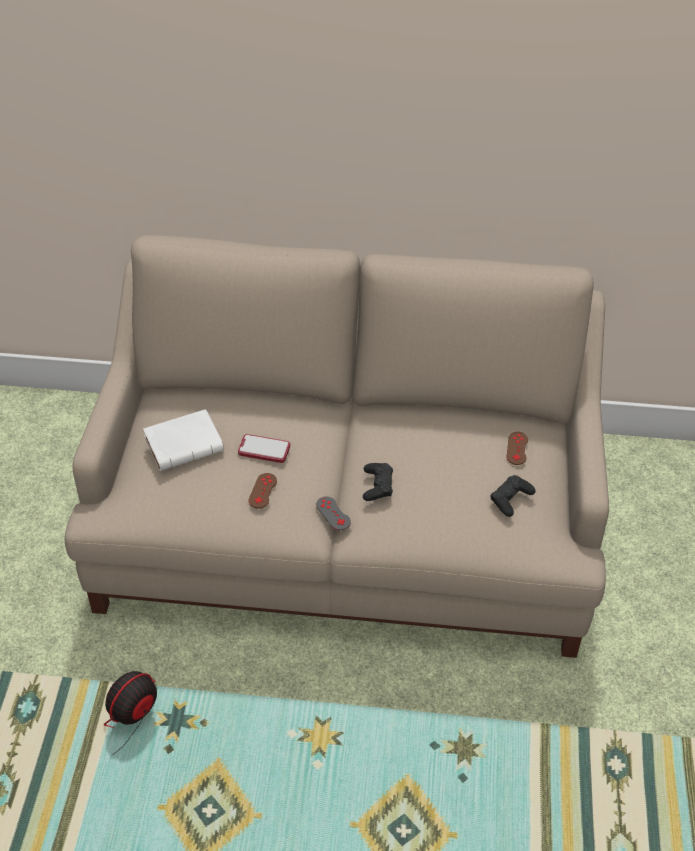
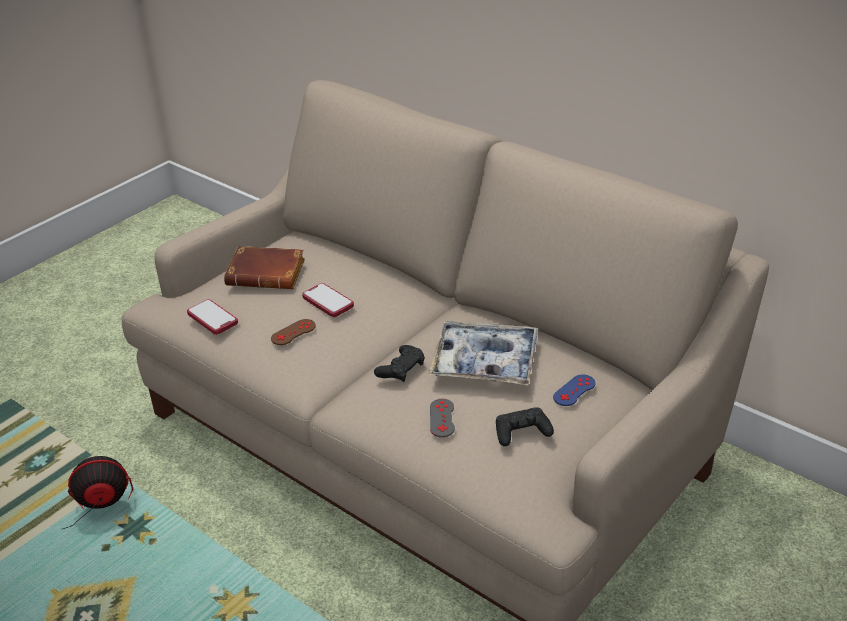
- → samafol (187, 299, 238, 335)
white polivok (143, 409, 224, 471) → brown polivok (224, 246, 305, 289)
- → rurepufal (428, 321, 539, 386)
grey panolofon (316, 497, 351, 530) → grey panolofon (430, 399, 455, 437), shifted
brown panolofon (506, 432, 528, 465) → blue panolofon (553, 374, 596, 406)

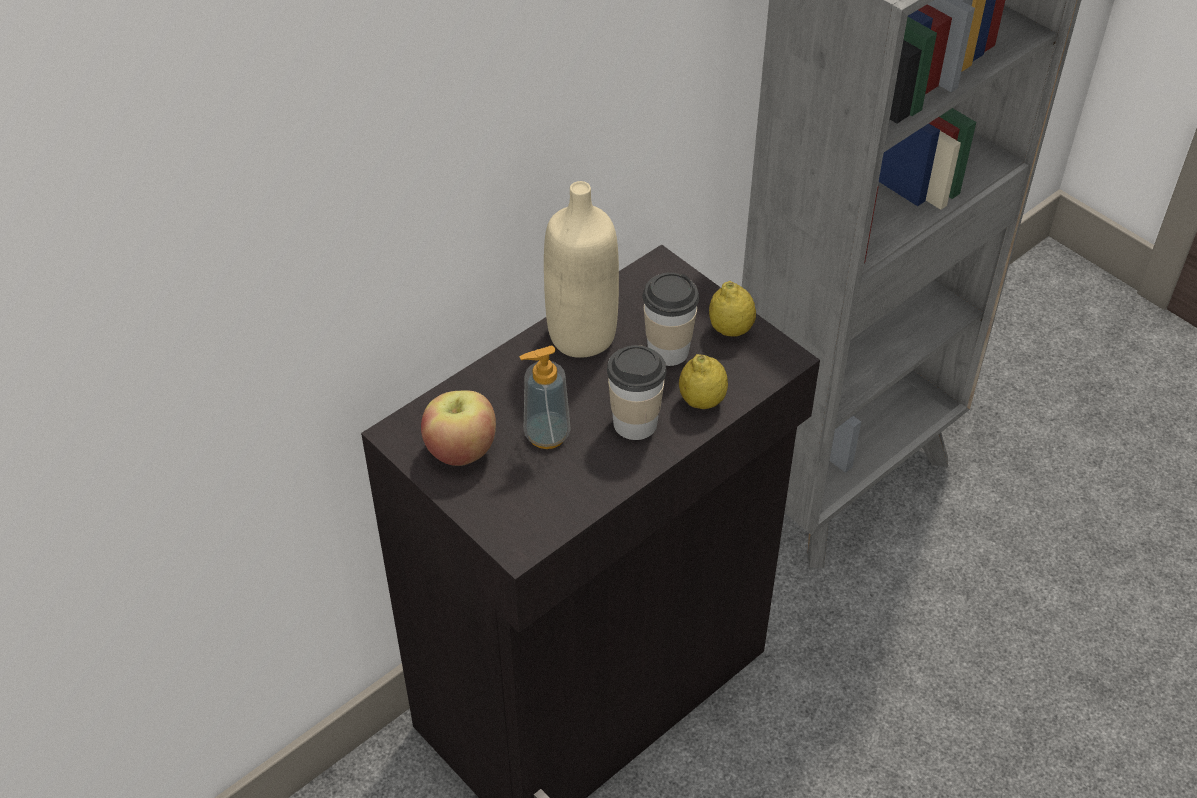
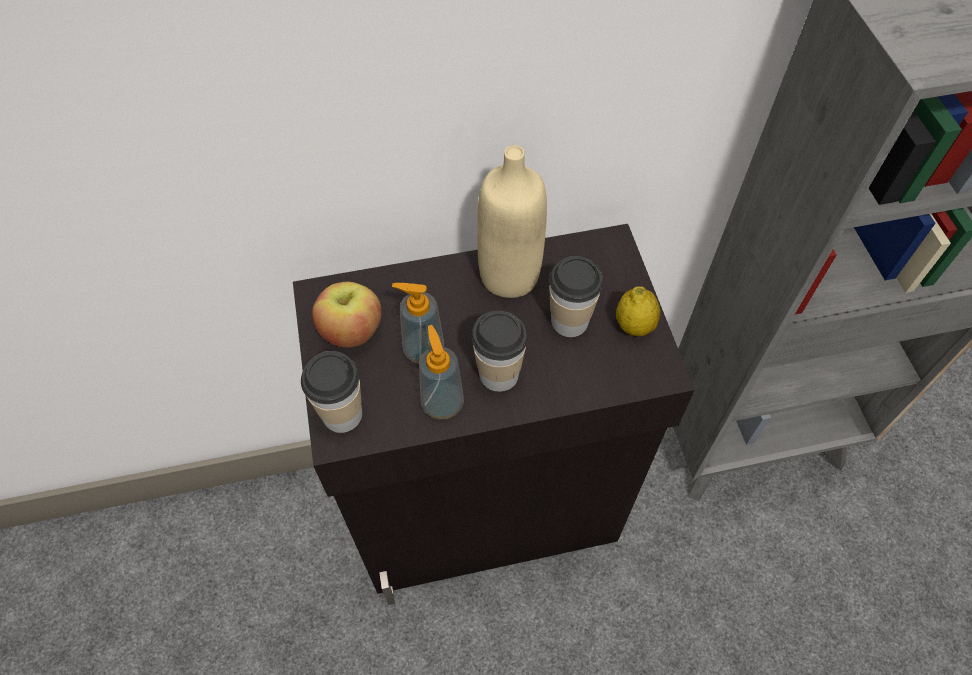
- → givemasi (301, 351, 362, 433)
- → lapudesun (419, 325, 464, 419)
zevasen (679, 354, 728, 409) → -

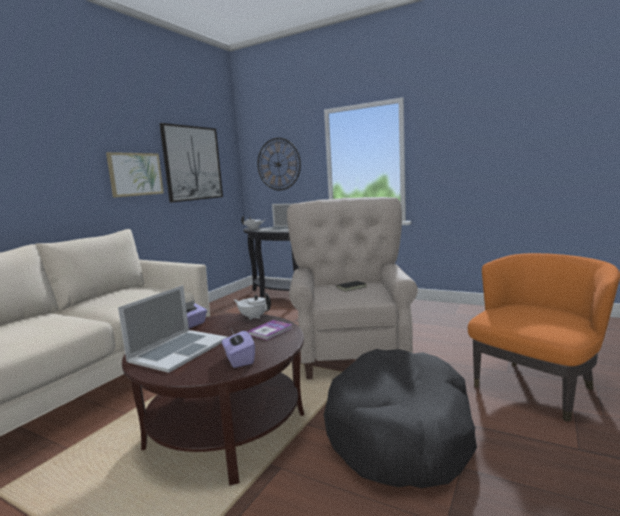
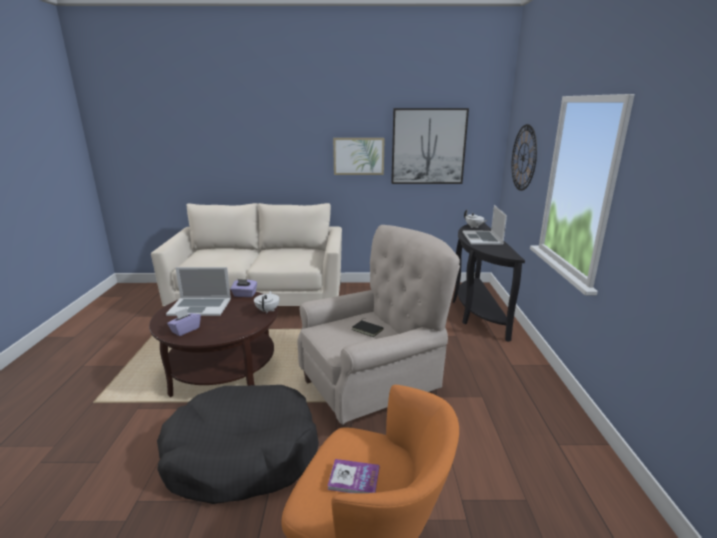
polivok (247, 320, 292, 340) → polivok (327, 459, 379, 493), shifted

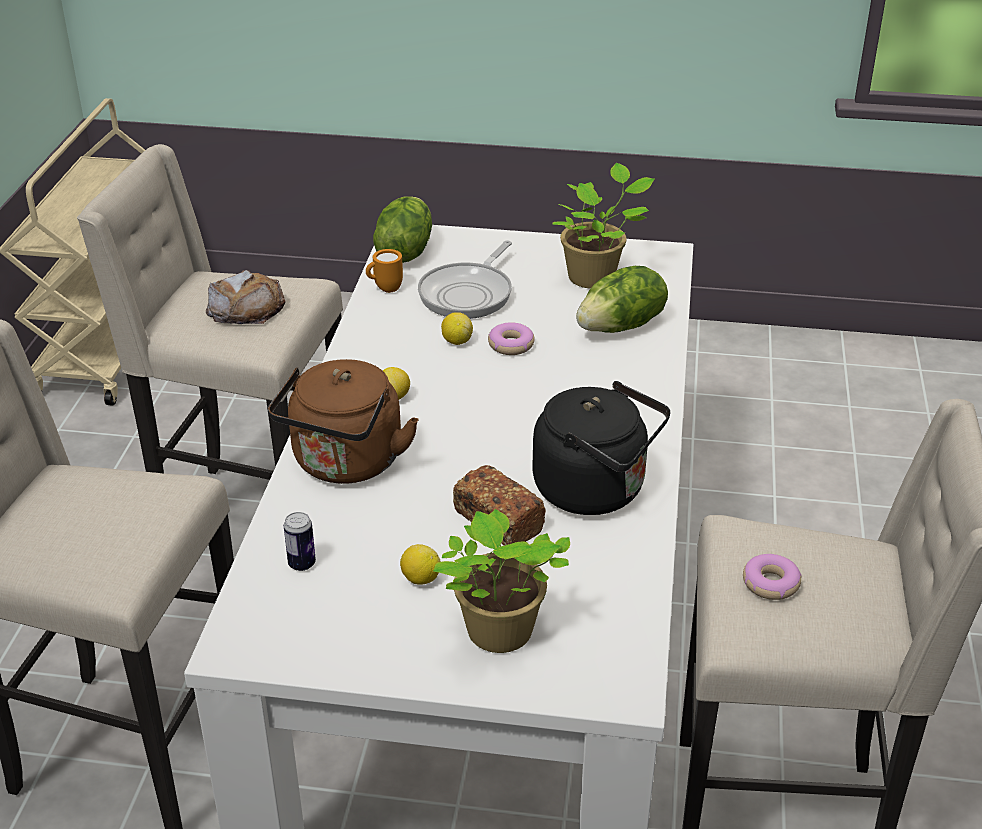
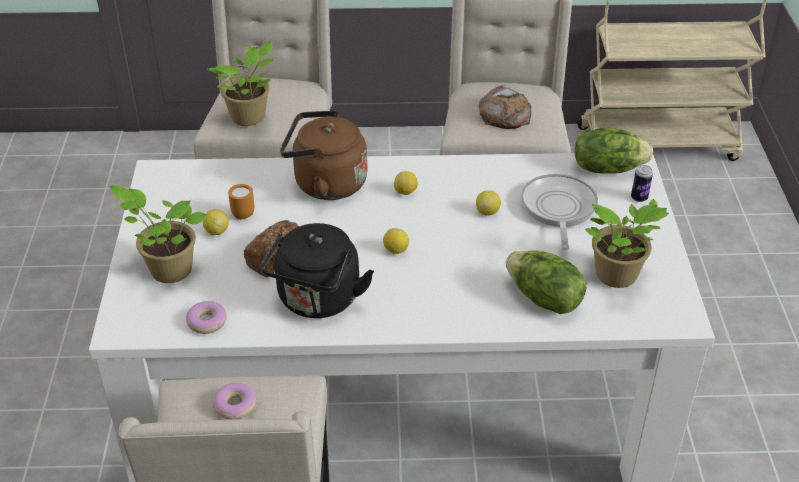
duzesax (488, 322, 535, 355) → duzesax (186, 301, 227, 334), shifted
- → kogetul (208, 41, 274, 126)
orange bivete (366, 249, 403, 293) → orange bivete (228, 184, 254, 220), shifted
- → zevasen (383, 228, 409, 254)
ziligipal (418, 240, 512, 319) → ziligipal (521, 174, 598, 250), 75 degrees clockwise
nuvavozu (284, 512, 316, 571) → nuvavozu (631, 165, 653, 202), shifted

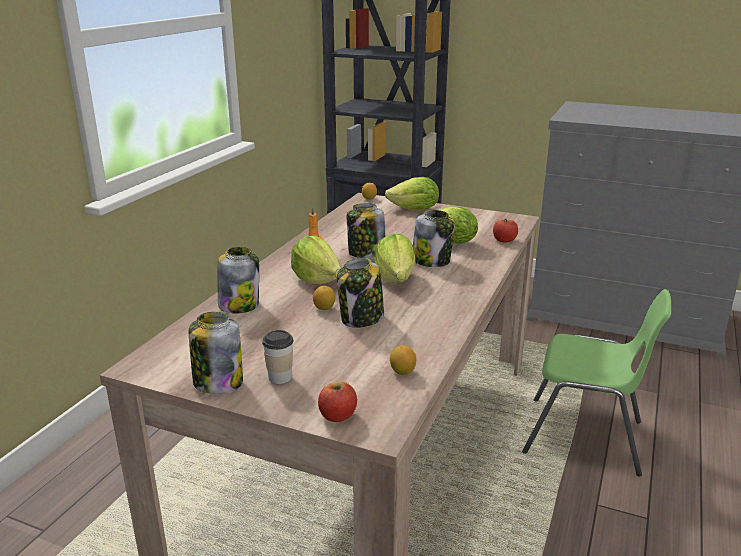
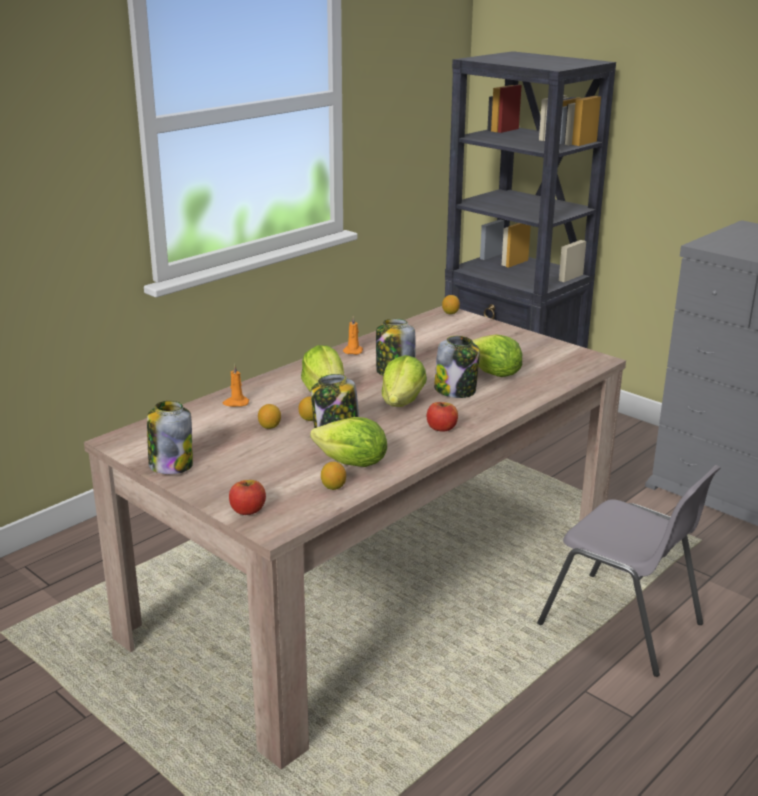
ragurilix (218, 247, 259, 314) → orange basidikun (223, 364, 249, 407)
- → zevasen (258, 404, 281, 429)
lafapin (385, 177, 439, 210) → lafapin (310, 417, 387, 467), shifted
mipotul (493, 219, 518, 243) → mipotul (427, 402, 458, 432), shifted
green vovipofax (522, 289, 671, 476) → grey vovipofax (537, 465, 721, 677)
givemasi (262, 330, 293, 384) → -

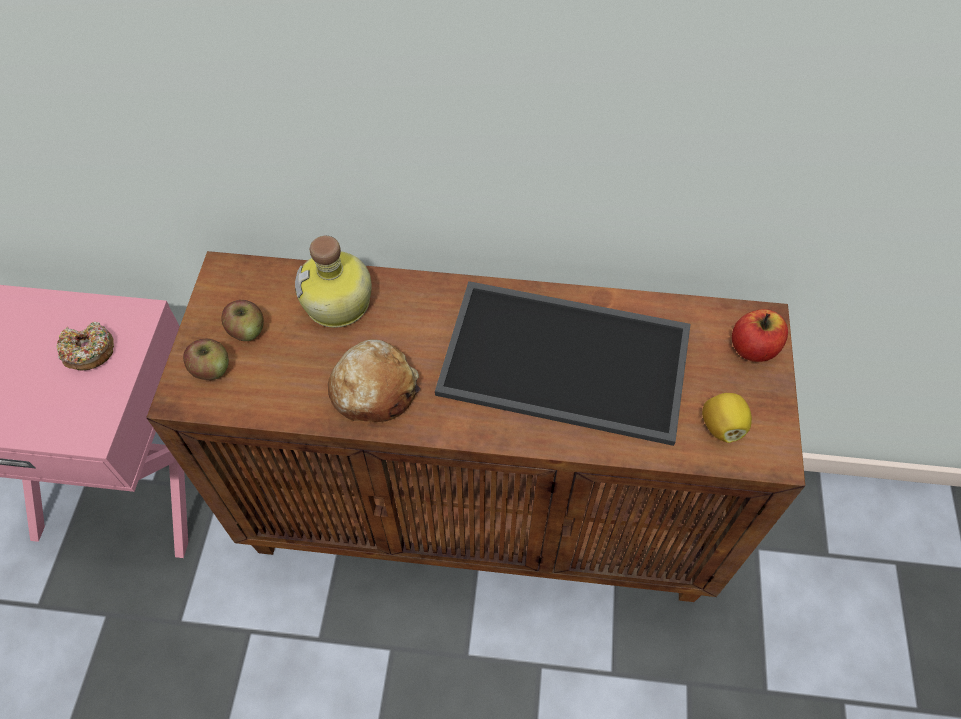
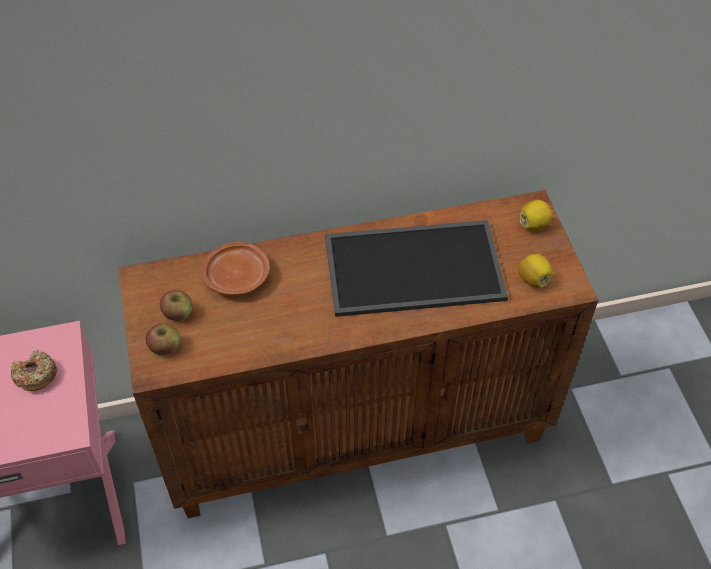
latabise (295, 236, 372, 328) → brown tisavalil (201, 242, 270, 295)
mipotul (732, 309, 788, 362) → zevasen (519, 200, 553, 231)
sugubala (328, 339, 420, 422) → -

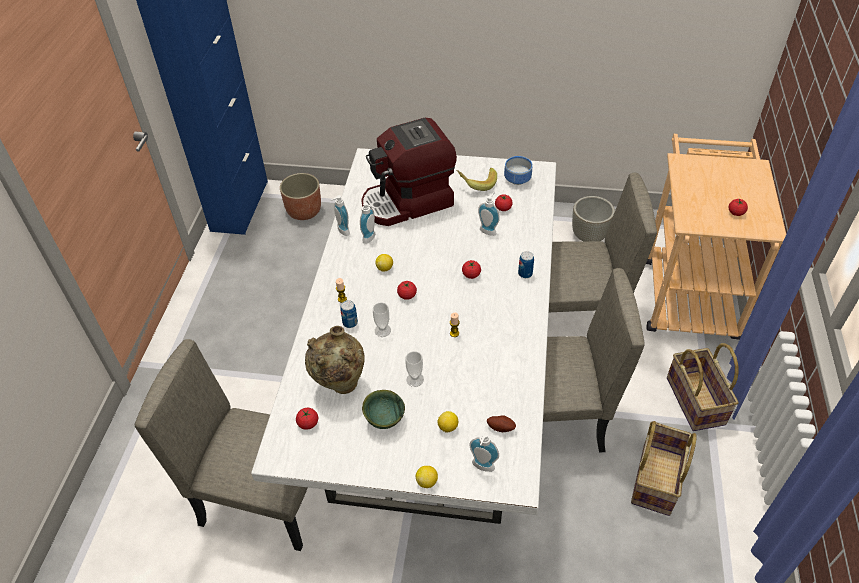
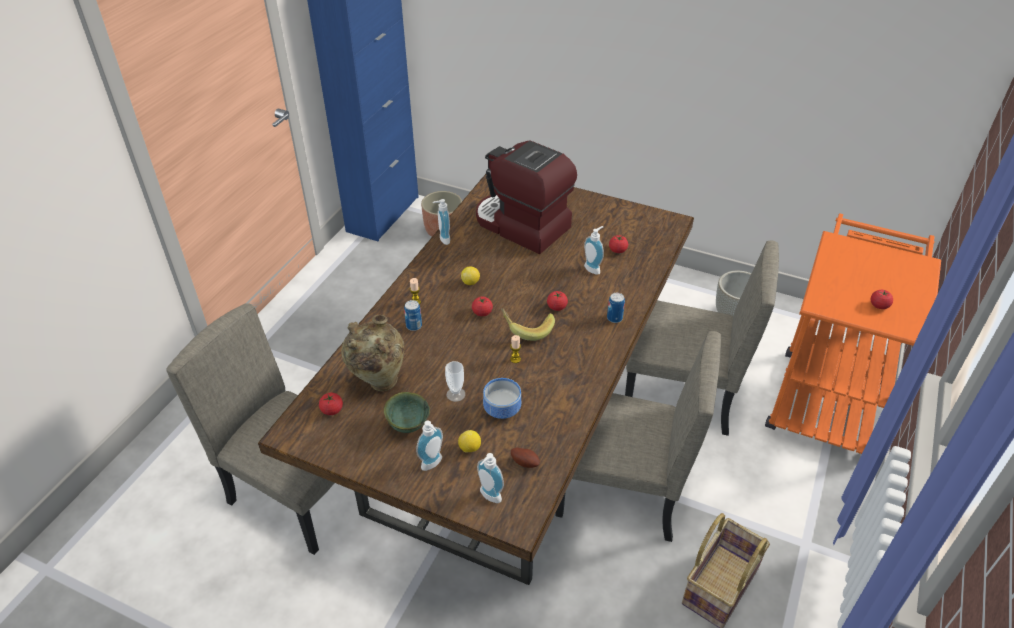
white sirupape (251, 148, 556, 524) → brown sirupape (258, 174, 694, 585)
lapudesun (360, 202, 375, 244) → lapudesun (416, 421, 443, 471), shifted
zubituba (362, 118, 457, 226) → zubituba (476, 141, 577, 254), 45 degrees clockwise
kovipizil (504, 156, 532, 185) → kovipizil (483, 378, 521, 419), shifted
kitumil (456, 168, 497, 191) → kitumil (501, 308, 555, 341), shifted
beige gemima (646, 134, 786, 340) → orange gemima (765, 213, 941, 454)
givemasi (373, 302, 391, 337) → -
zevasen (416, 466, 438, 488) → -
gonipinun (667, 343, 739, 431) → -

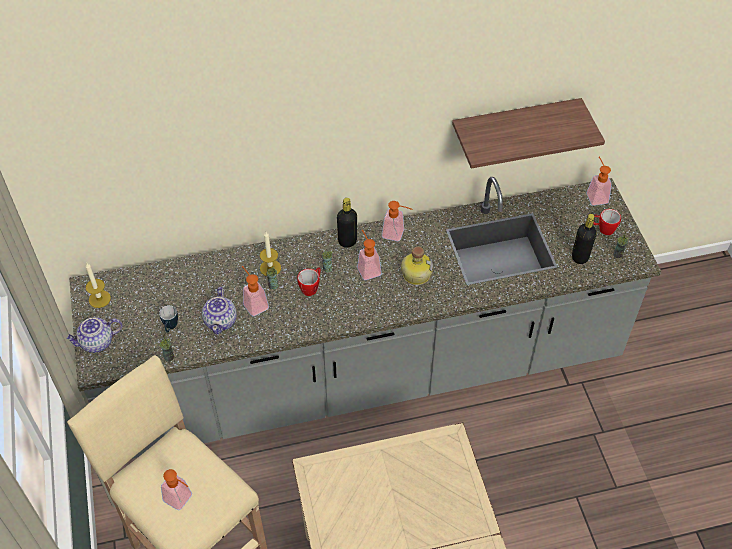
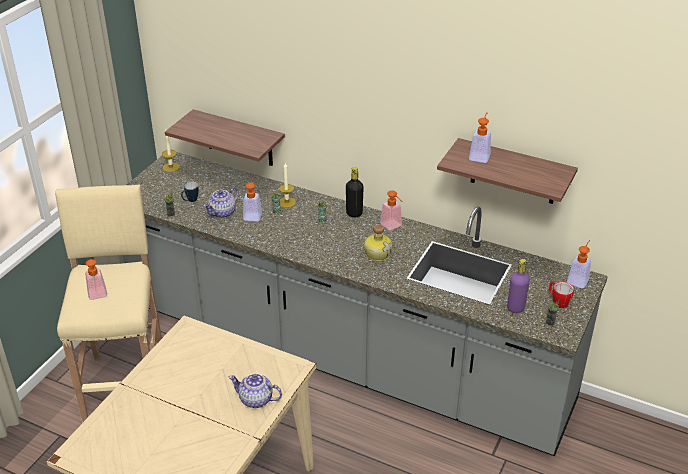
- → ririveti (165, 109, 285, 166)
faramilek (66, 317, 122, 353) → faramilek (228, 373, 282, 408), shifted
lapudesun (357, 230, 381, 280) → lapudesun (469, 112, 491, 163), shifted
black latabise (572, 214, 597, 264) → purple latabise (507, 259, 530, 313)
bivete (297, 267, 320, 296) → -

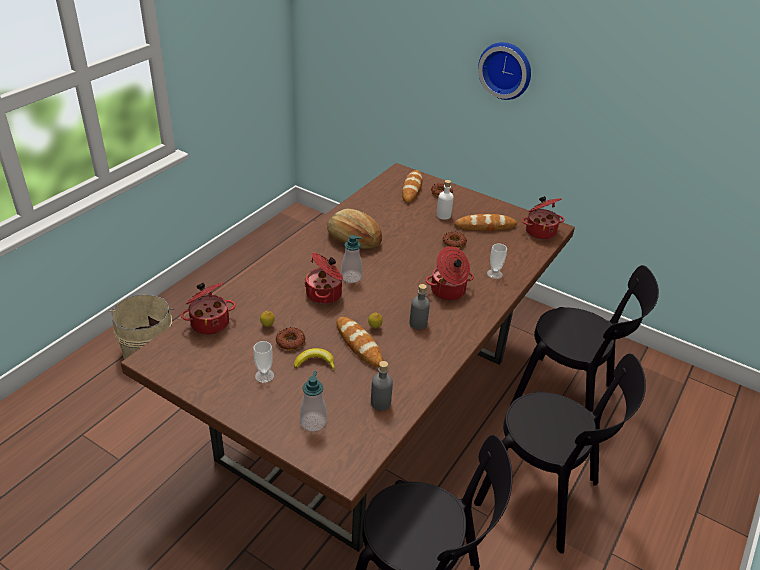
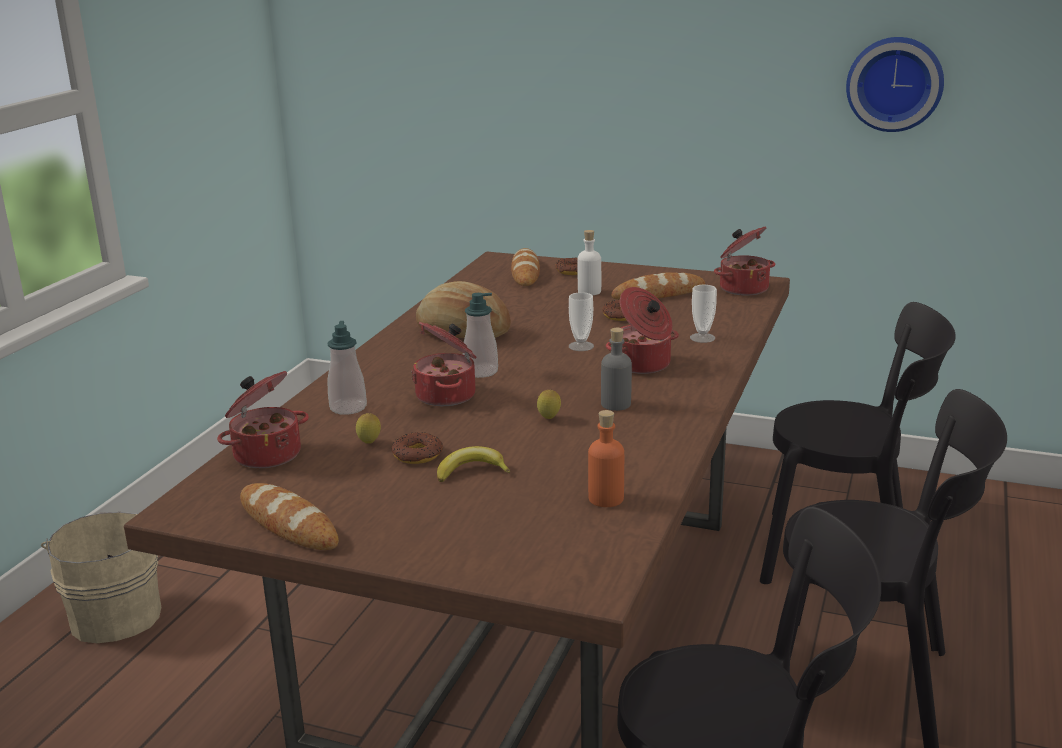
sugubala (337, 317, 383, 368) → sugubala (240, 483, 339, 550), shifted
lapudesun (300, 371, 327, 431) → lapudesun (327, 321, 367, 415), shifted
givemasi (253, 341, 274, 383) → givemasi (569, 292, 594, 351), shifted
grey latabise (371, 361, 393, 411) → orange latabise (588, 410, 624, 507)
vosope (478, 42, 531, 100) → vosope (846, 37, 944, 132), shifted

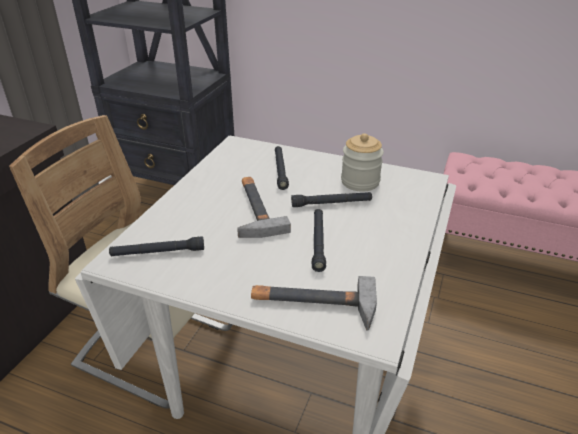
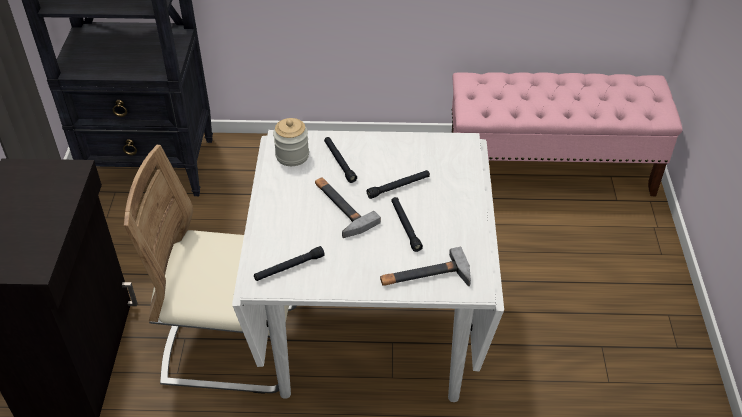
ragurilix (341, 133, 384, 192) → ragurilix (273, 118, 309, 166), shifted

